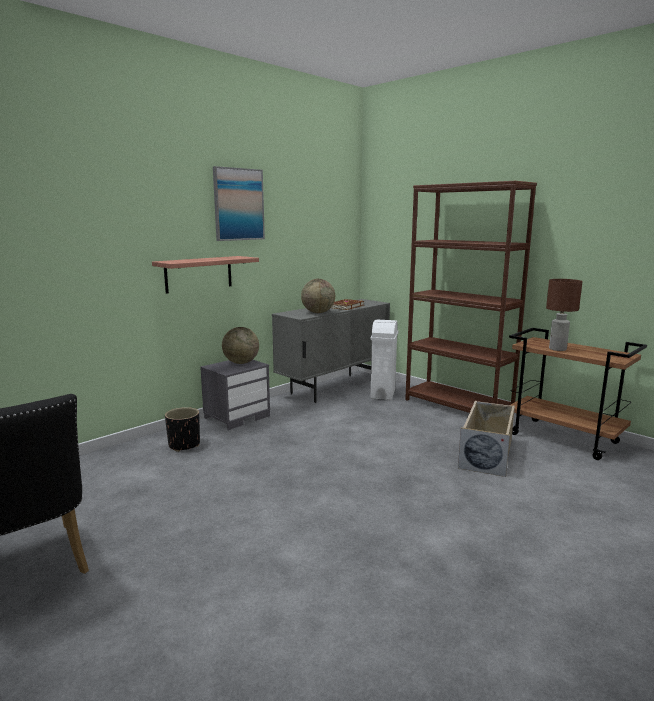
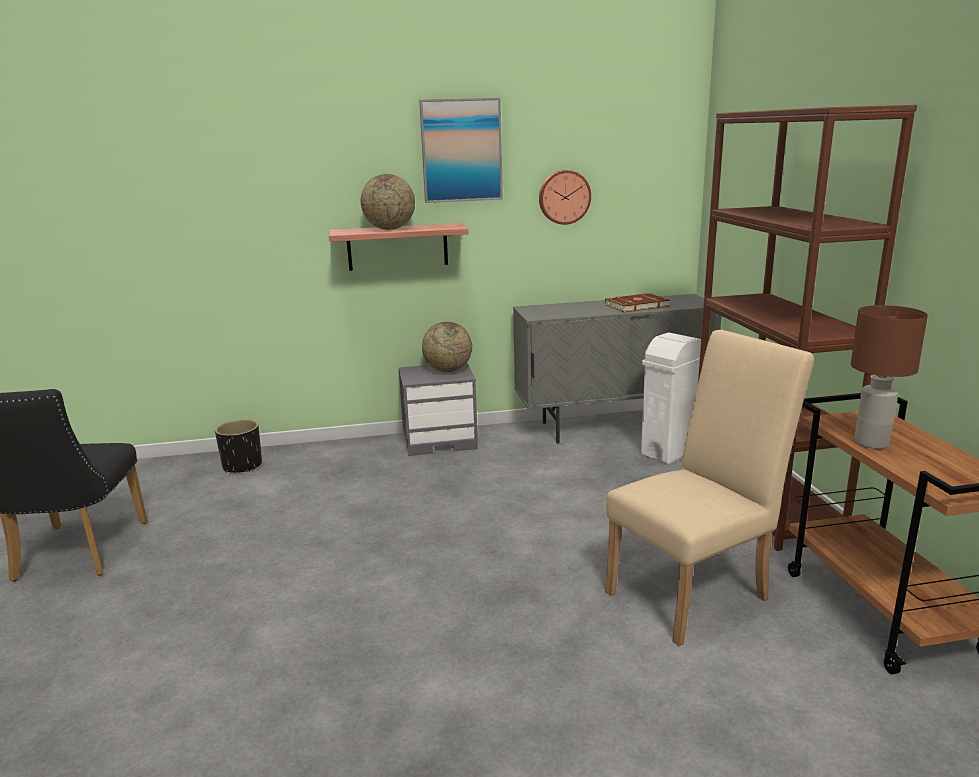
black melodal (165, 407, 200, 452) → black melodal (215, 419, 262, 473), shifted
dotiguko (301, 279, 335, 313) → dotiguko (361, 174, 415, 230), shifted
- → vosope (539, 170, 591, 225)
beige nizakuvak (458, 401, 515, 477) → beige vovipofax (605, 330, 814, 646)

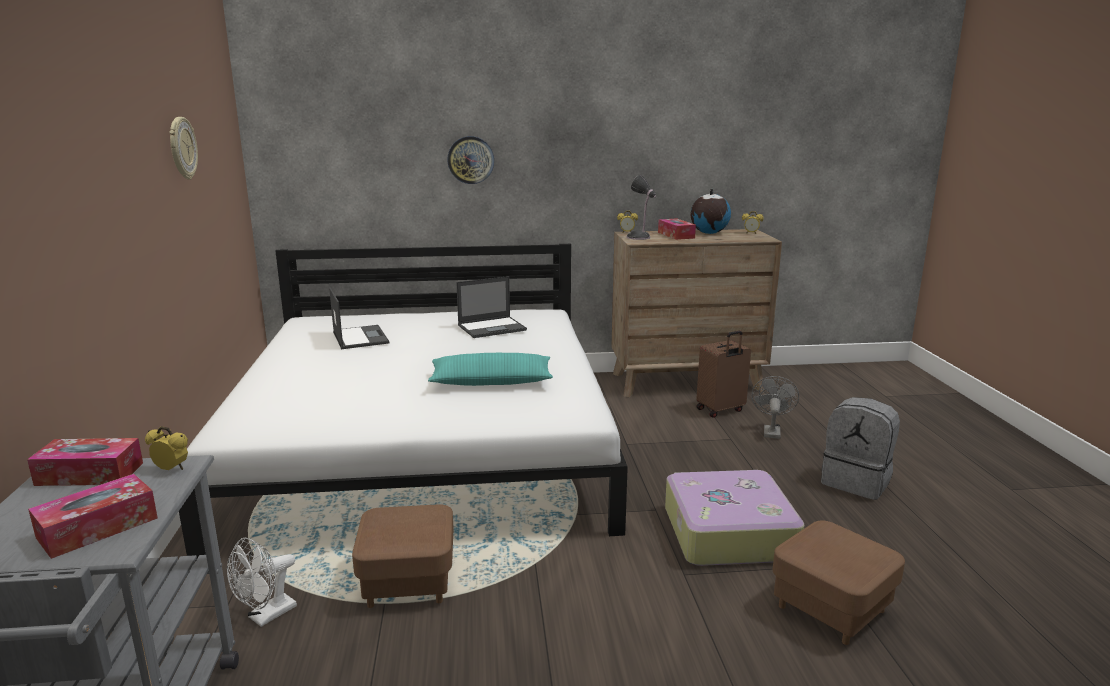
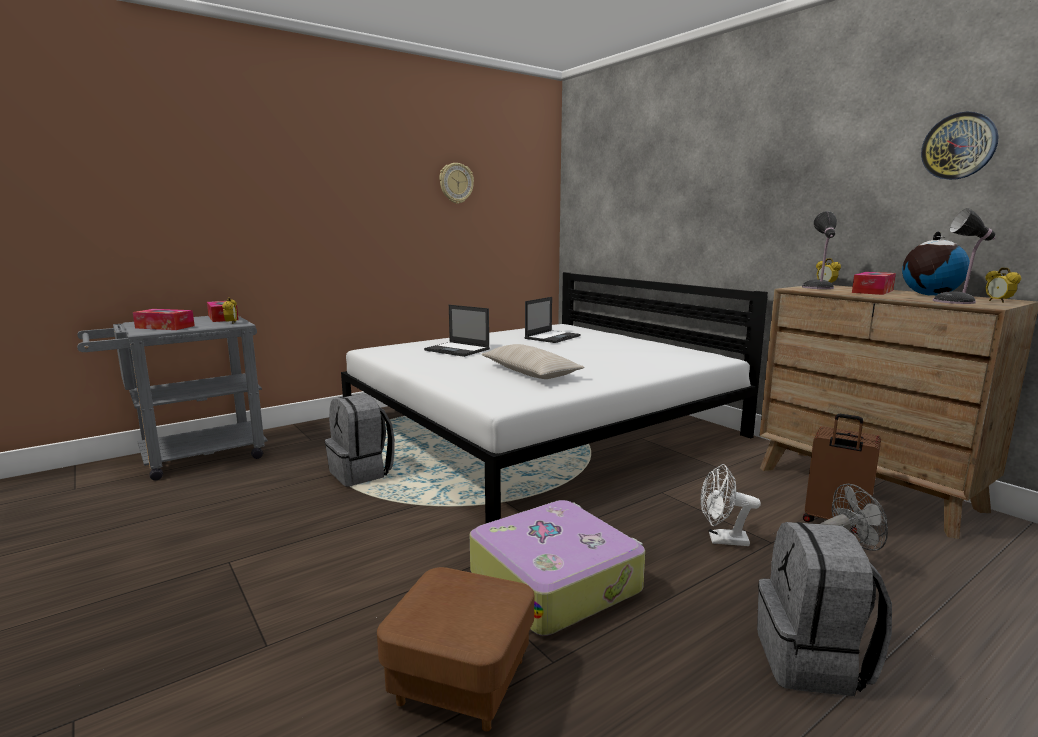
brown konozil (352, 504, 454, 608) → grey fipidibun (325, 394, 395, 487)
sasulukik (456, 276, 527, 338) → sasulukik (424, 305, 490, 357), shifted
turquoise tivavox (428, 353, 553, 386) → beige tivavox (481, 344, 585, 379)
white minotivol (227, 538, 297, 627) → white minotivol (701, 464, 761, 546), shifted
vosope (447, 136, 494, 184) → vosope (921, 112, 998, 180), shifted
- → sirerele (933, 208, 995, 304)

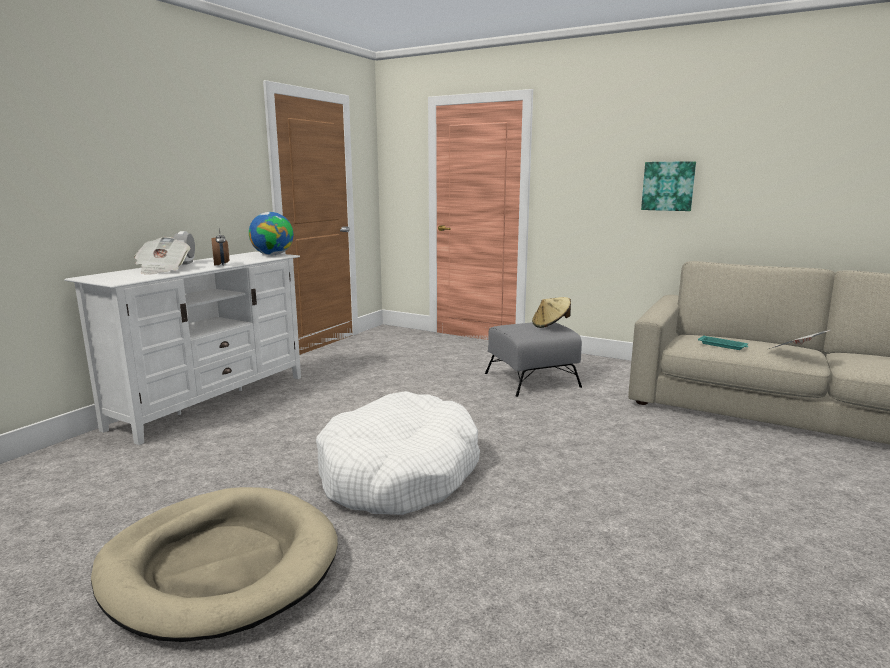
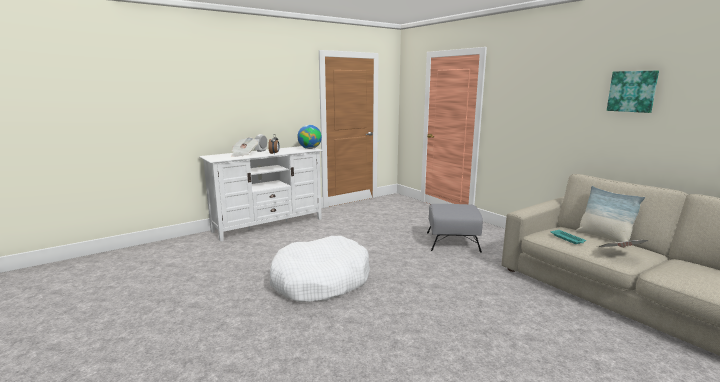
- → tivavox (576, 186, 645, 242)
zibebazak (641, 161, 696, 211) → zibebazak (607, 71, 659, 113), shifted
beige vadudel (91, 487, 338, 642) → -
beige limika (532, 297, 571, 328) → -

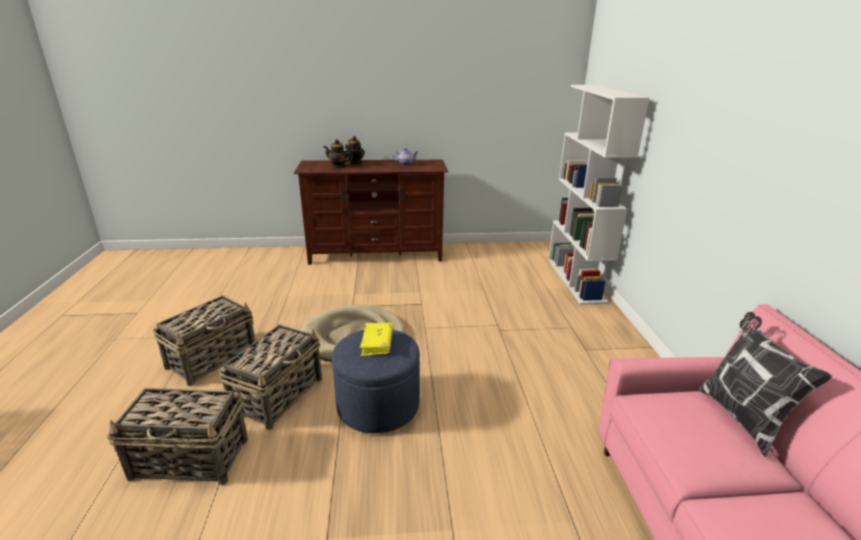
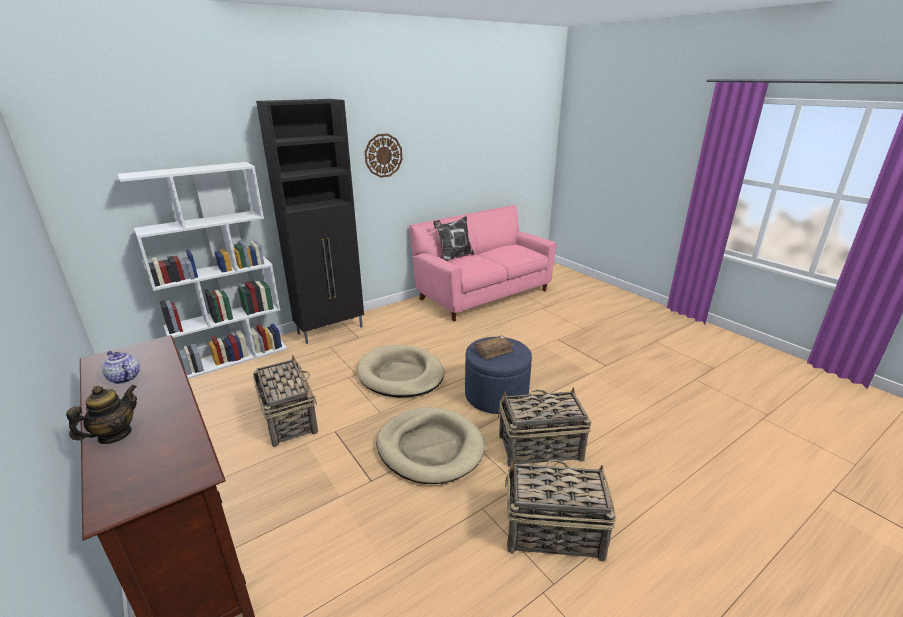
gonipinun (107, 388, 248, 485) → gonipinun (253, 355, 318, 447), shifted
- → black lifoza (256, 99, 364, 344)
- → beige vadudel (357, 345, 445, 398)
- → vosope (365, 134, 402, 178)
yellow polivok (360, 323, 393, 356) → brown polivok (475, 336, 514, 360)
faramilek (324, 139, 353, 168) → -

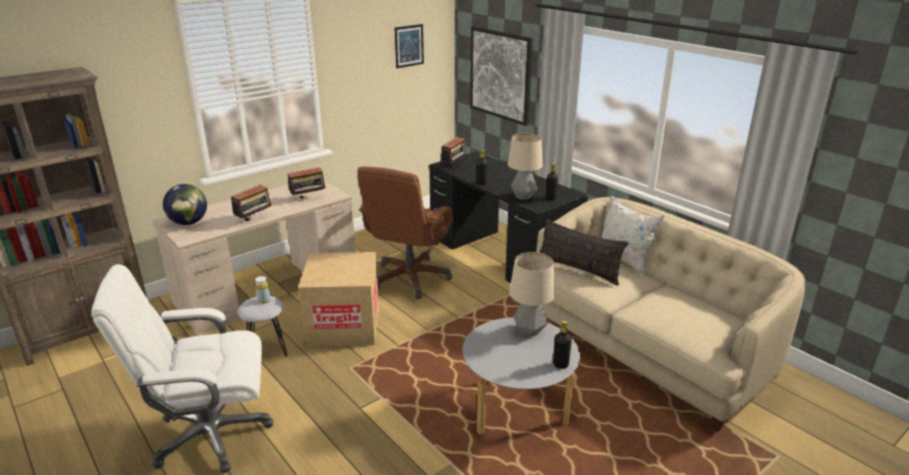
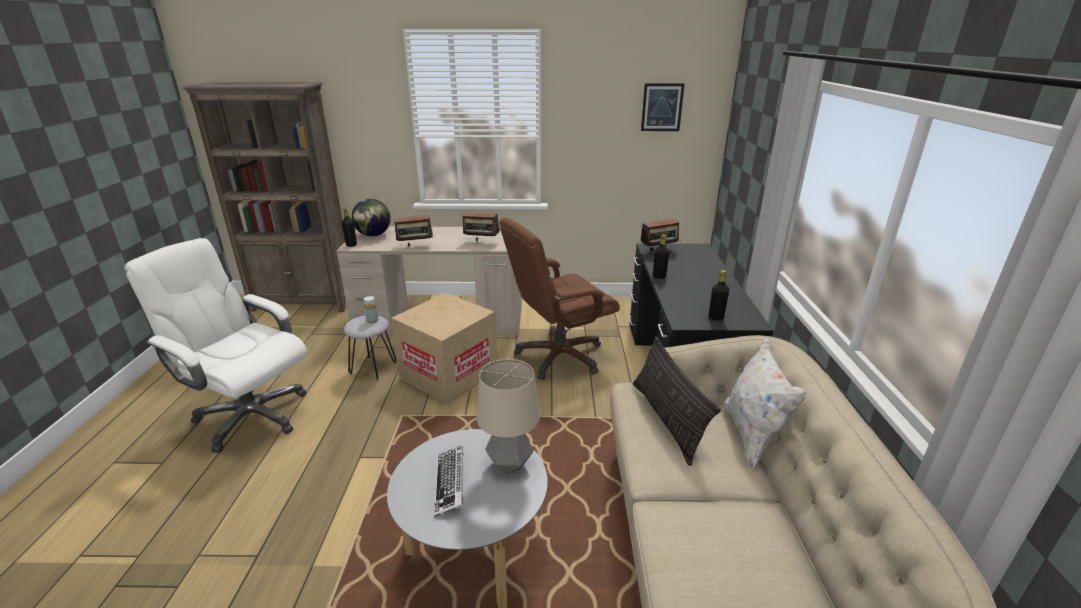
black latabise (553, 321, 572, 369) → black latabise (342, 208, 357, 247), shifted
- → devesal (434, 446, 464, 517)
zibebazak (470, 26, 533, 126) → -
sirerele (508, 133, 543, 200) → -

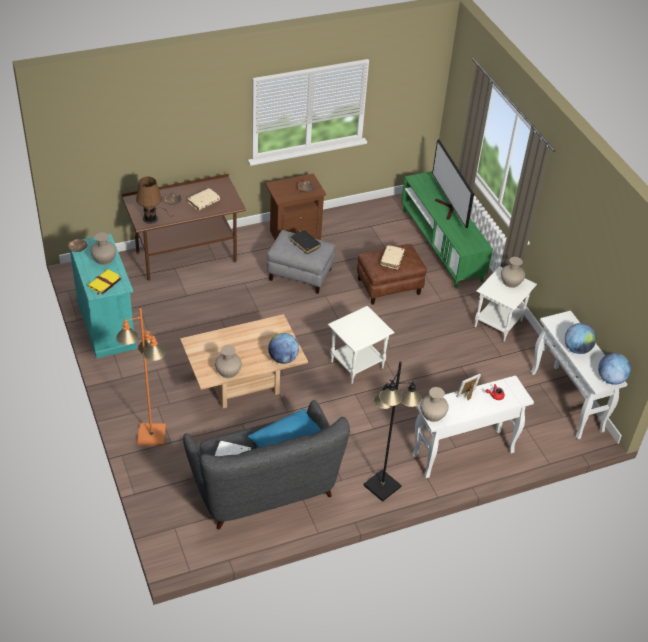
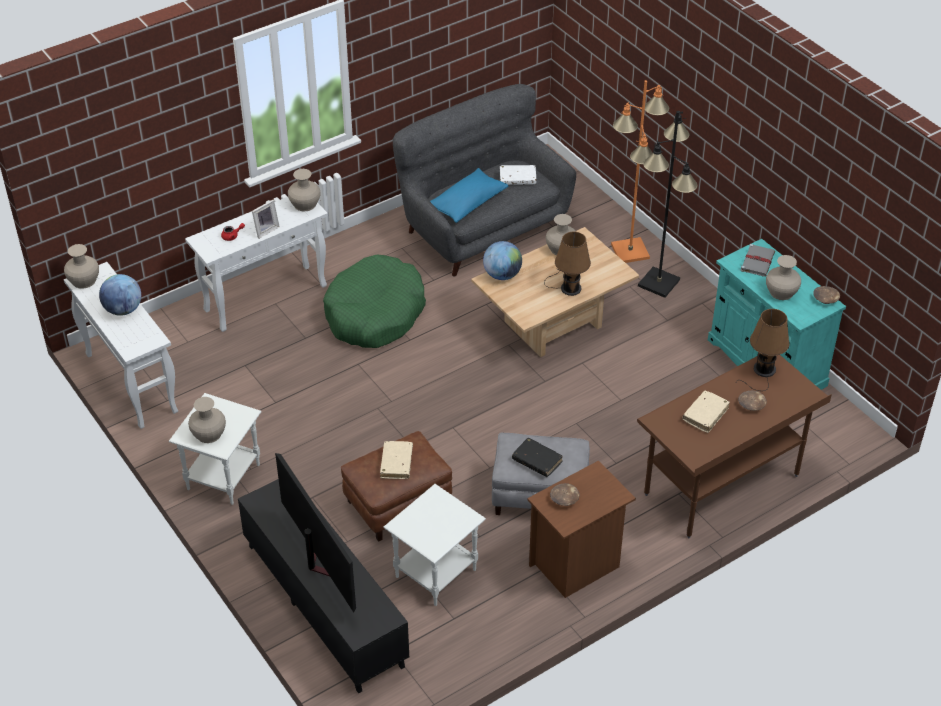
dotiguko (598, 353, 631, 385) → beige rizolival (64, 244, 99, 289)
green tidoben (401, 171, 493, 288) → black tidoben (238, 479, 409, 693)
- → green vadudel (323, 255, 426, 348)
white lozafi (328, 306, 395, 384) → white lozafi (383, 484, 486, 606), shifted
- → brown sirerele (544, 232, 591, 296)
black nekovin (363, 362, 422, 502) → black nekovin (638, 111, 698, 298), shifted
yellow polivok (87, 269, 122, 295) → grey polivok (740, 244, 775, 277)

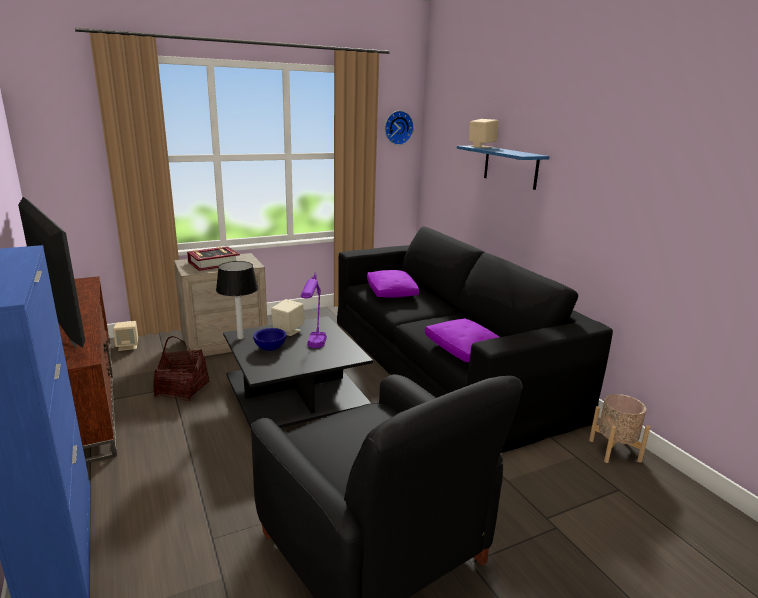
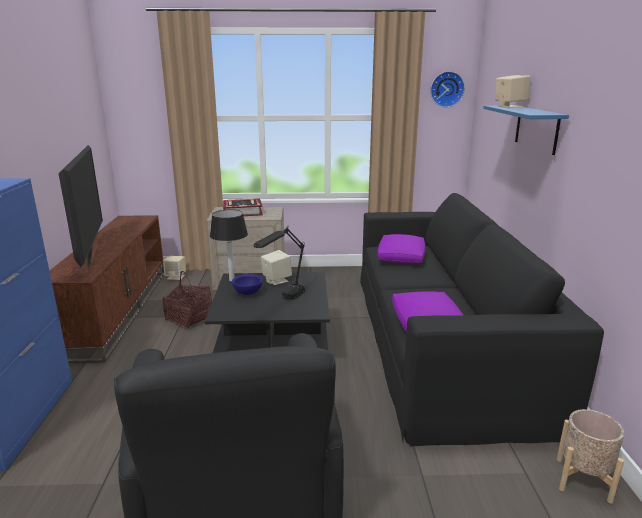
purple sirerele (301, 272, 327, 348) → black sirerele (254, 226, 305, 300)

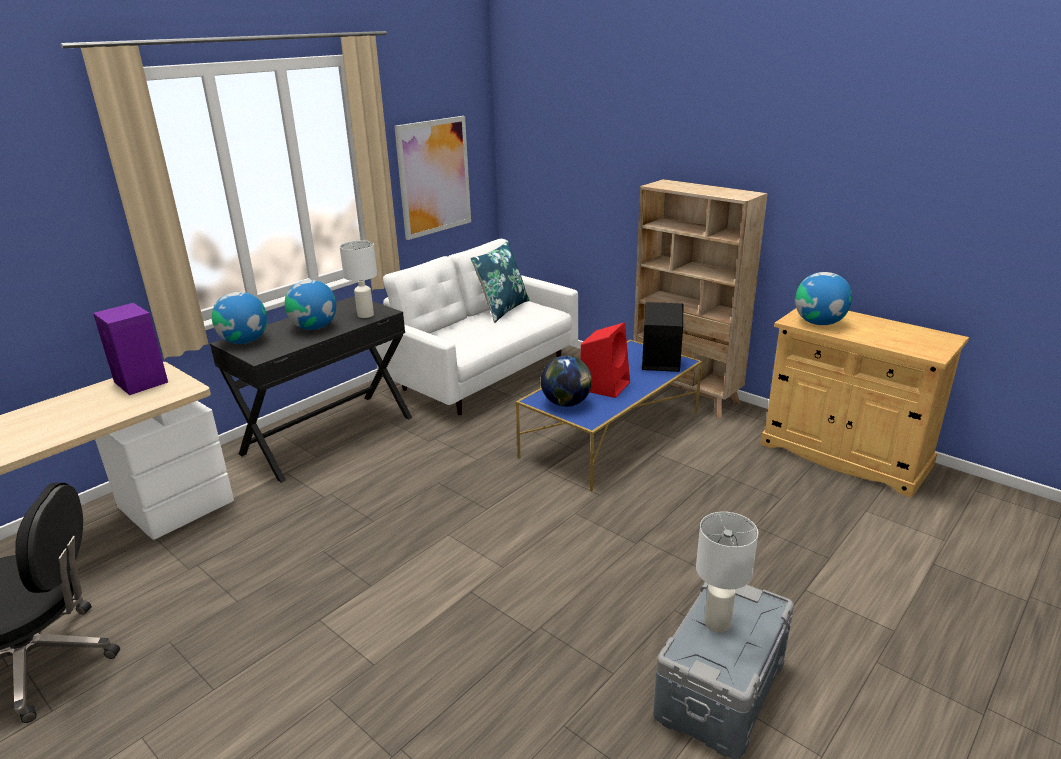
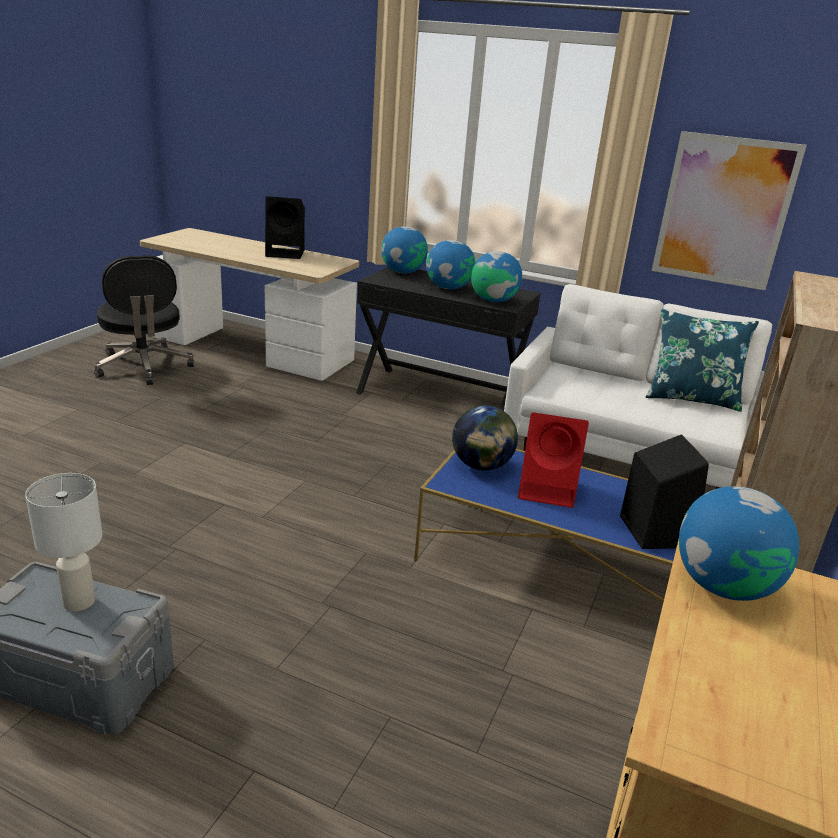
- → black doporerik (265, 196, 305, 259)
white sirerele (339, 240, 377, 318) → dotiguko (471, 251, 522, 302)
purple doporerik (93, 303, 168, 395) → -

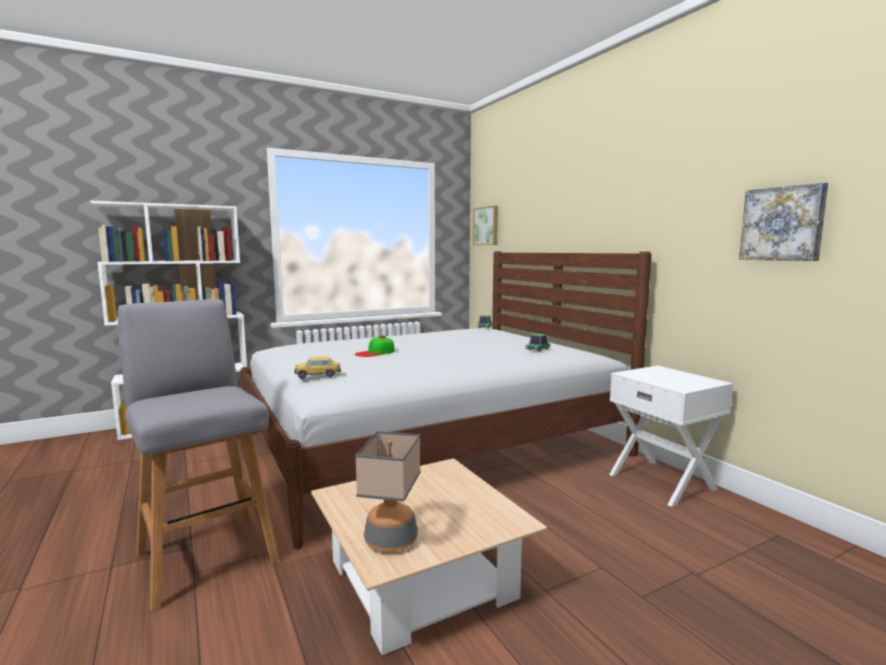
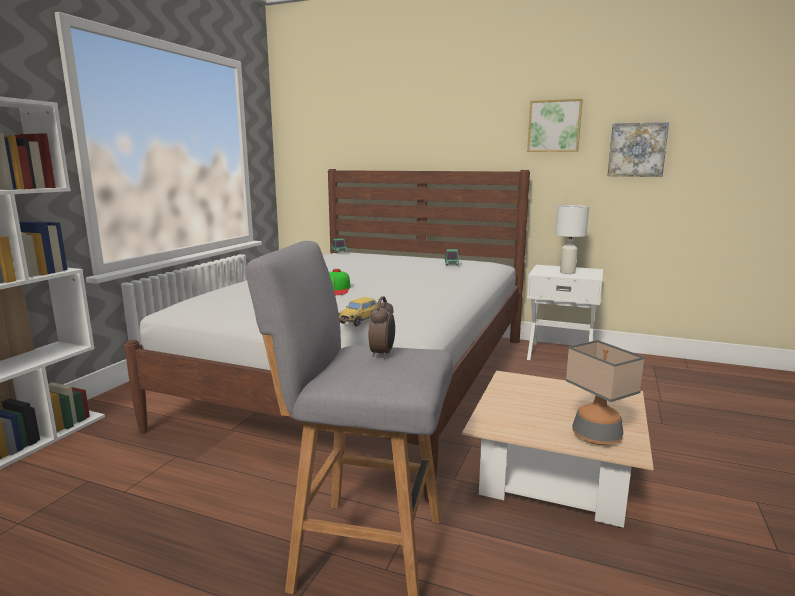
- → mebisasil (369, 296, 395, 359)
zibebazak (473, 206, 498, 245) → zibebazak (527, 99, 583, 152), shifted
- → white sirerele (555, 205, 589, 274)

